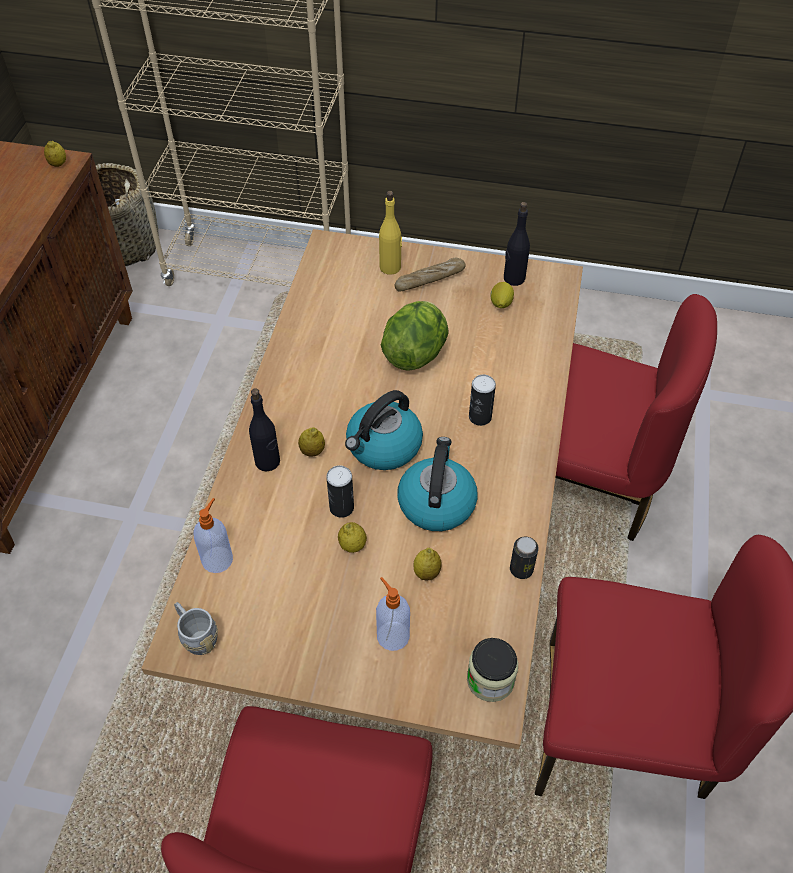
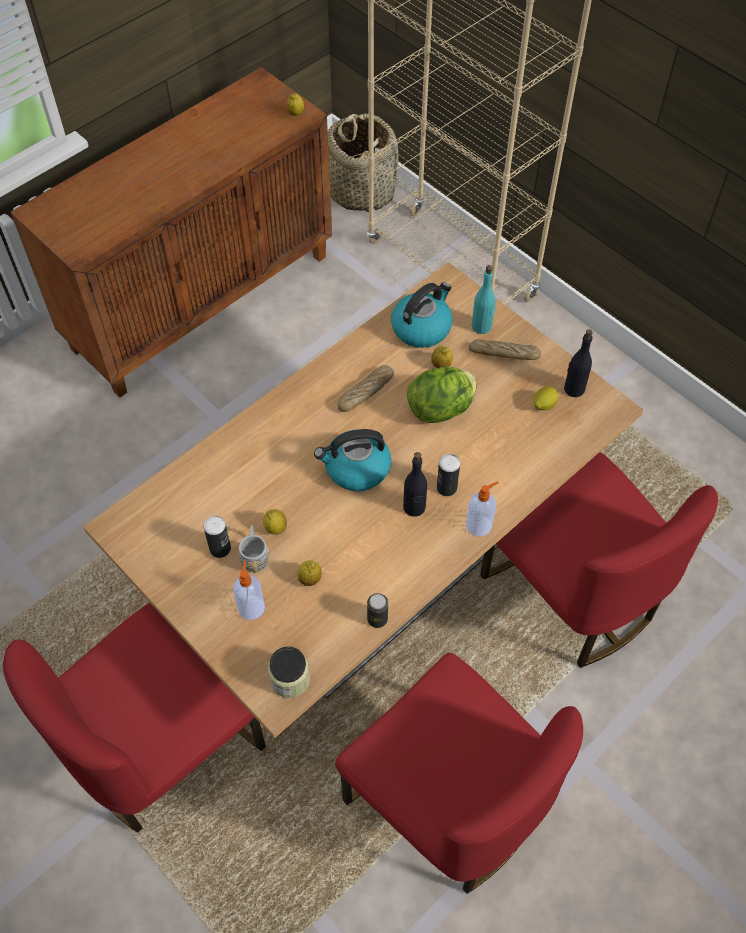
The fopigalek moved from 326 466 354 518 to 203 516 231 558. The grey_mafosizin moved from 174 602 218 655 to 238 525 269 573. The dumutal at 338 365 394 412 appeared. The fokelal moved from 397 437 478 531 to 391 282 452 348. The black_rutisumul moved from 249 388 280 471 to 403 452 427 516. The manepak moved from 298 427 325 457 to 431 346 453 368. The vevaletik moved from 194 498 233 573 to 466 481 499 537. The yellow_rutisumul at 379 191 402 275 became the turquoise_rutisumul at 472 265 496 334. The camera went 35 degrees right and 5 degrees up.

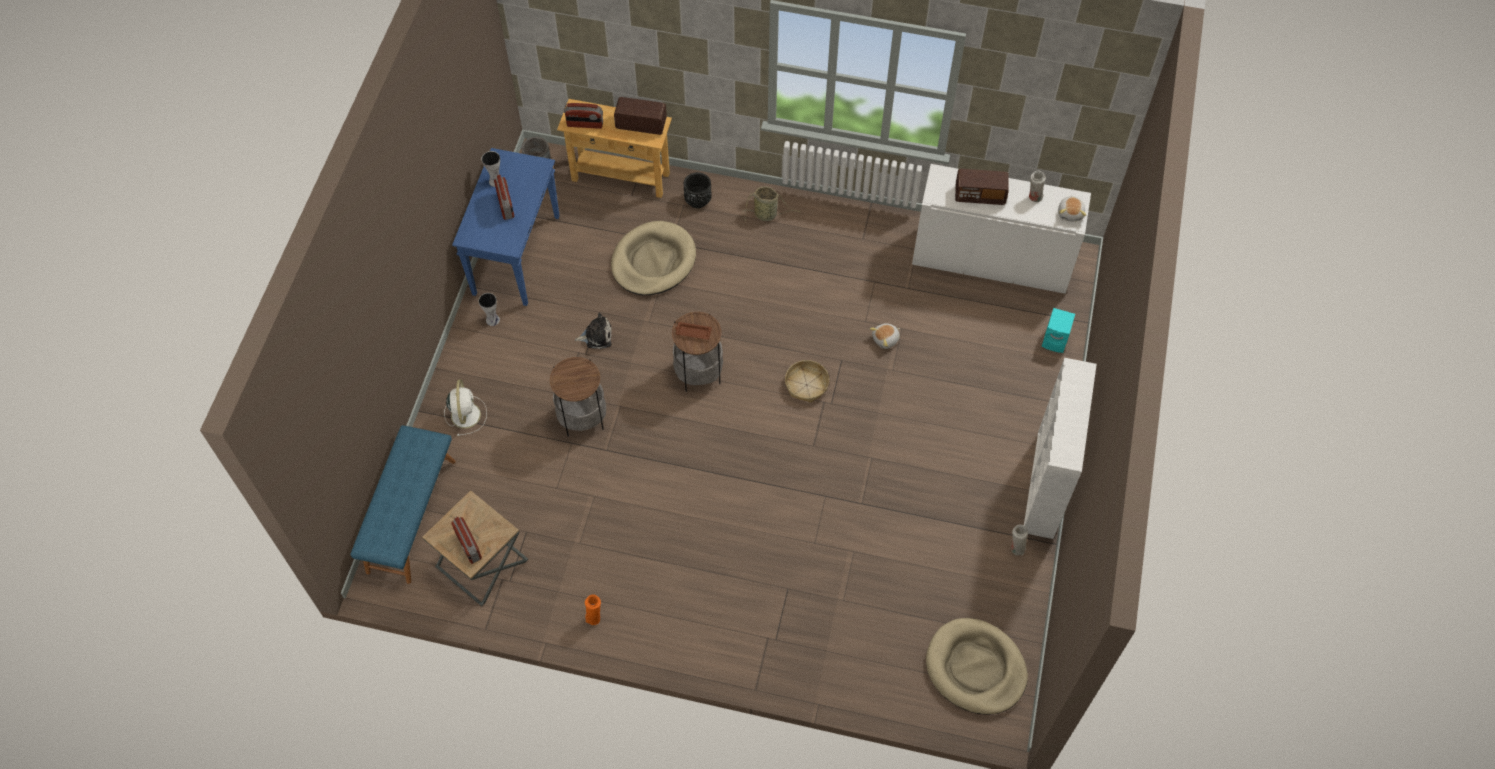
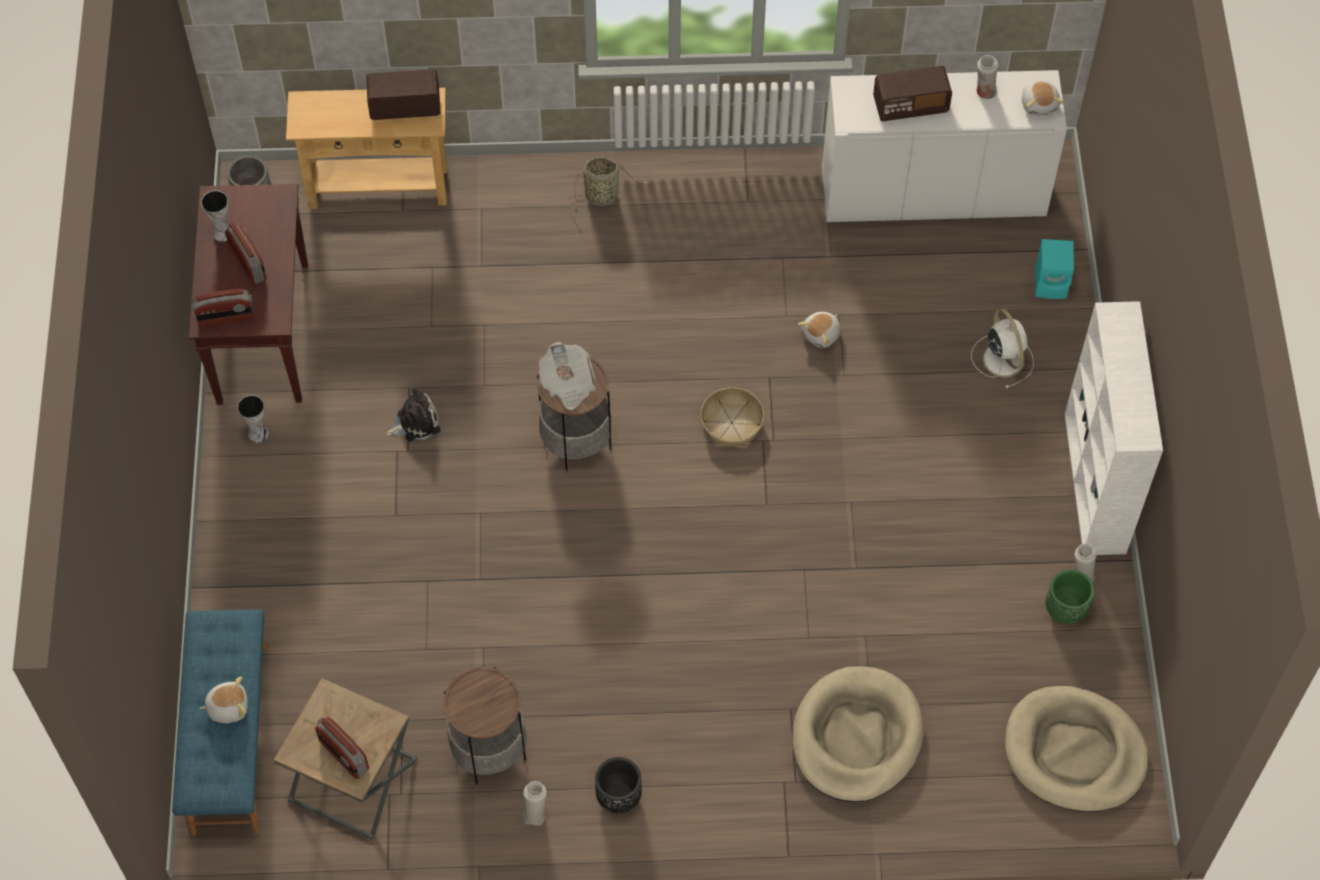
The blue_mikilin at 452 148 560 306 became the brown_mikilin at 189 184 308 405. The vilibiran moved from 564 103 603 129 to 191 289 254 329. The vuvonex at 199 676 248 723 appeared. The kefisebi moved from 550 357 606 437 to 444 667 527 785. The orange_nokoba at 585 595 601 626 became the white_nokoba at 523 781 547 826. The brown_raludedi at 675 322 712 340 was replaced by the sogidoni at 539 342 596 410. The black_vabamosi moved from 684 172 712 208 to 595 757 642 813. The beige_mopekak moved from 611 221 696 295 to 792 666 924 802. The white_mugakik moved from 444 379 487 436 to 971 308 1034 389. The green_vabamosi at 1046 569 1095 624 appeared. The camera went 15 degrees left and 0 degrees up.

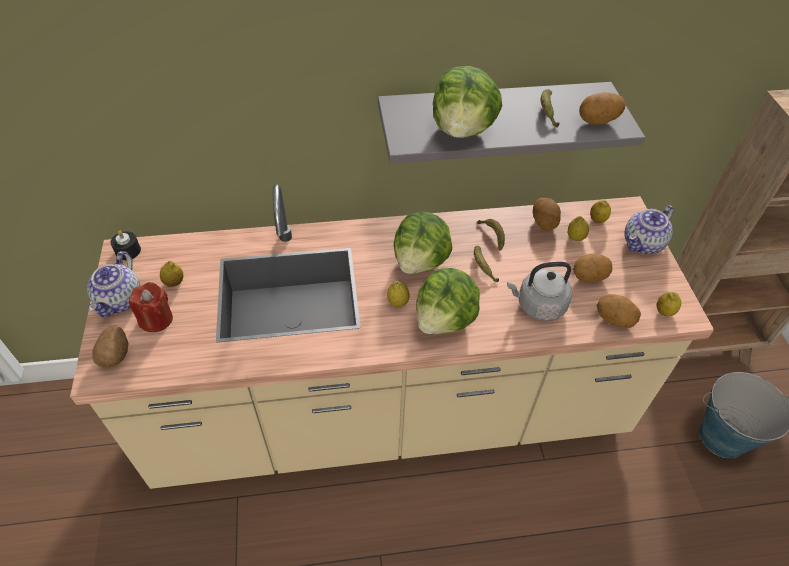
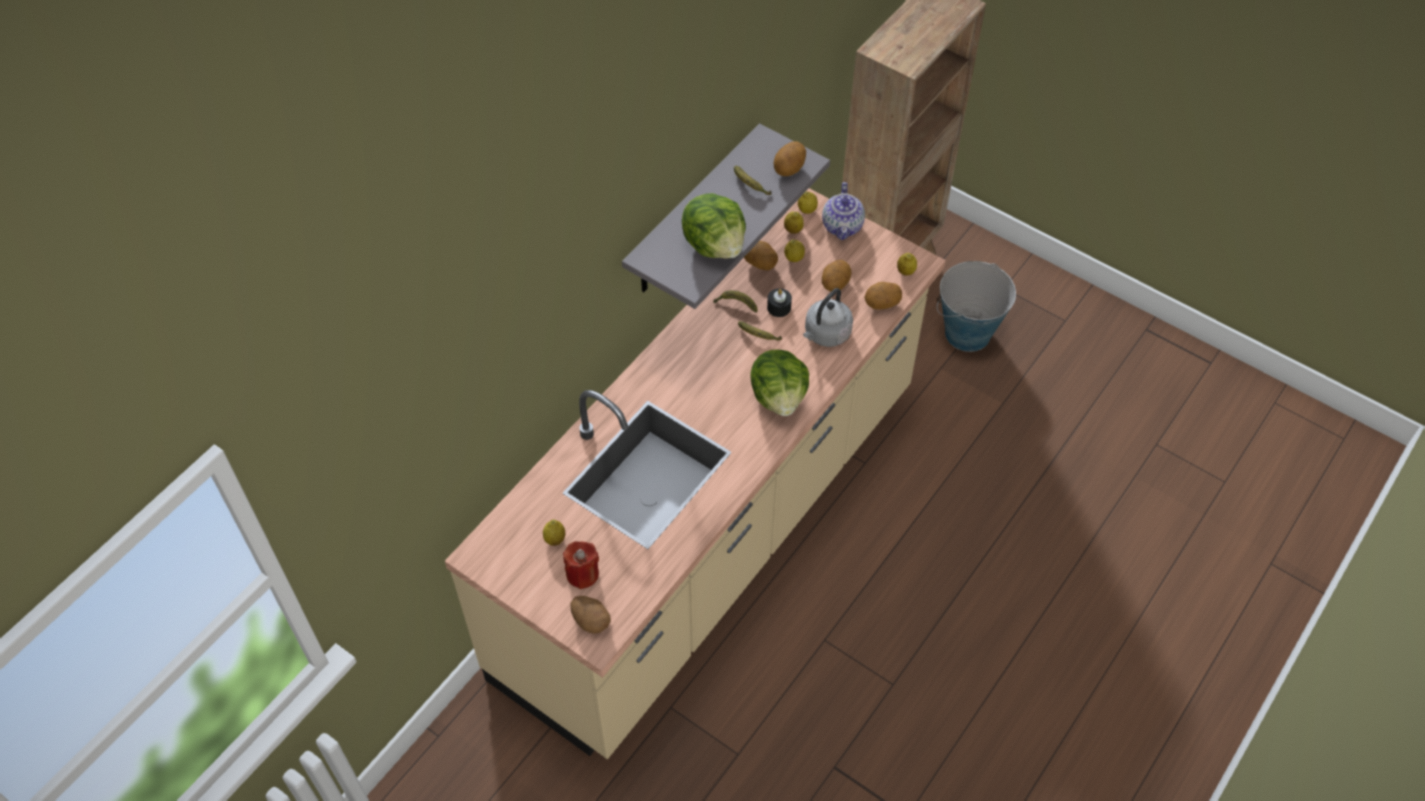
The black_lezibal moved from 111 231 141 260 to 767 288 792 317. The manepak moved from 387 281 410 307 to 798 191 818 214. The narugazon at 87 251 140 317 disappeared. The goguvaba at 394 211 452 274 disappeared. The camera went 45 degrees left and 5 degrees up.

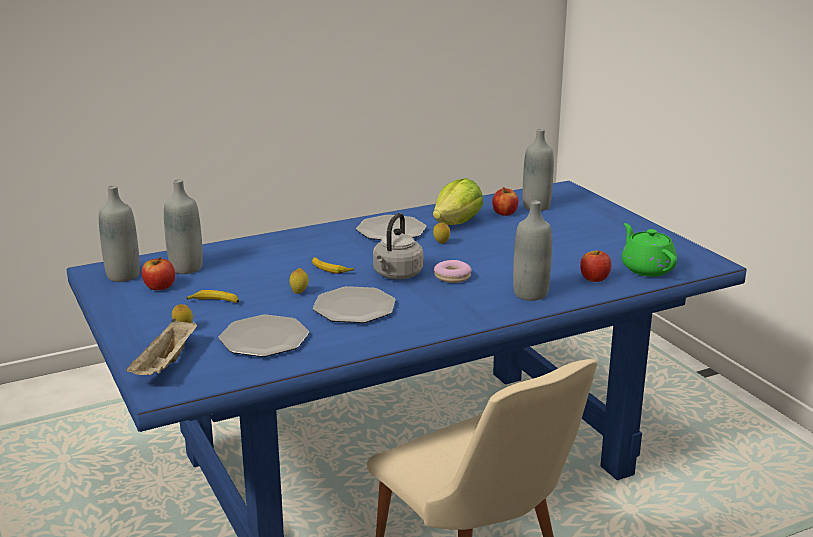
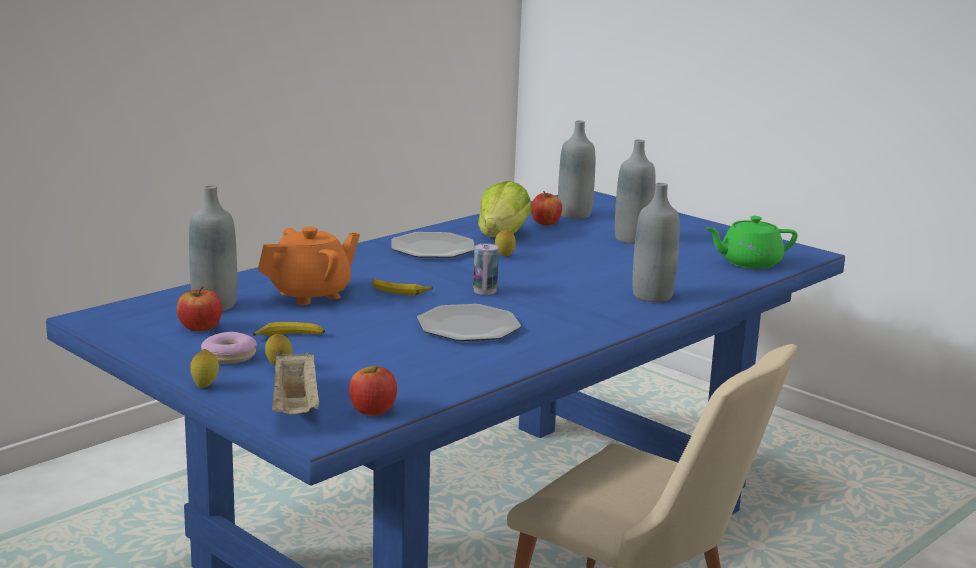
The manepak moved from 290 268 308 294 to 190 349 219 388. The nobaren moved from 434 260 472 283 to 201 332 257 364. The orange_narugazon at 258 227 360 305 appeared. The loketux moved from 580 251 611 282 to 349 366 397 416. The grey_fokelal at 373 213 423 279 was replaced by the fopigalek at 473 243 499 295. The grey_rutisumul moved from 99 185 140 282 to 615 139 655 244. The green_narugazon at 622 223 677 277 turned 60 degrees counterclockwise. The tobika at 219 314 309 357 disappeared. The camera went 20 degrees left and 5 degrees down.

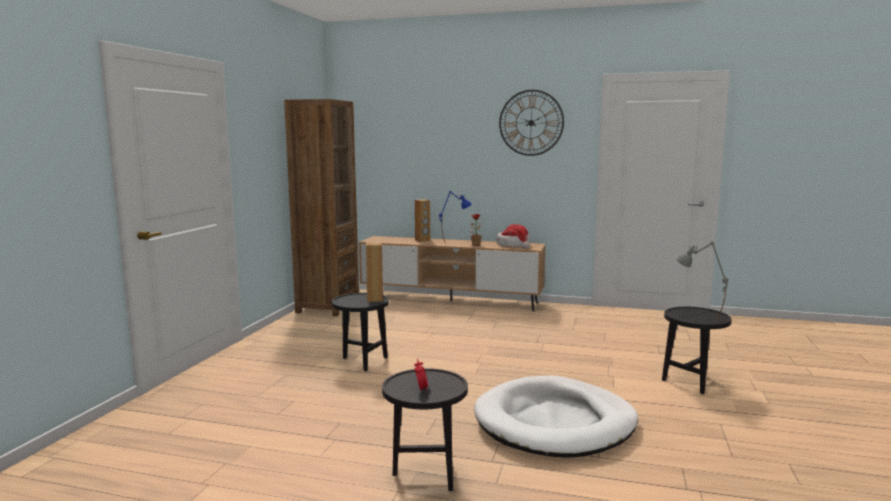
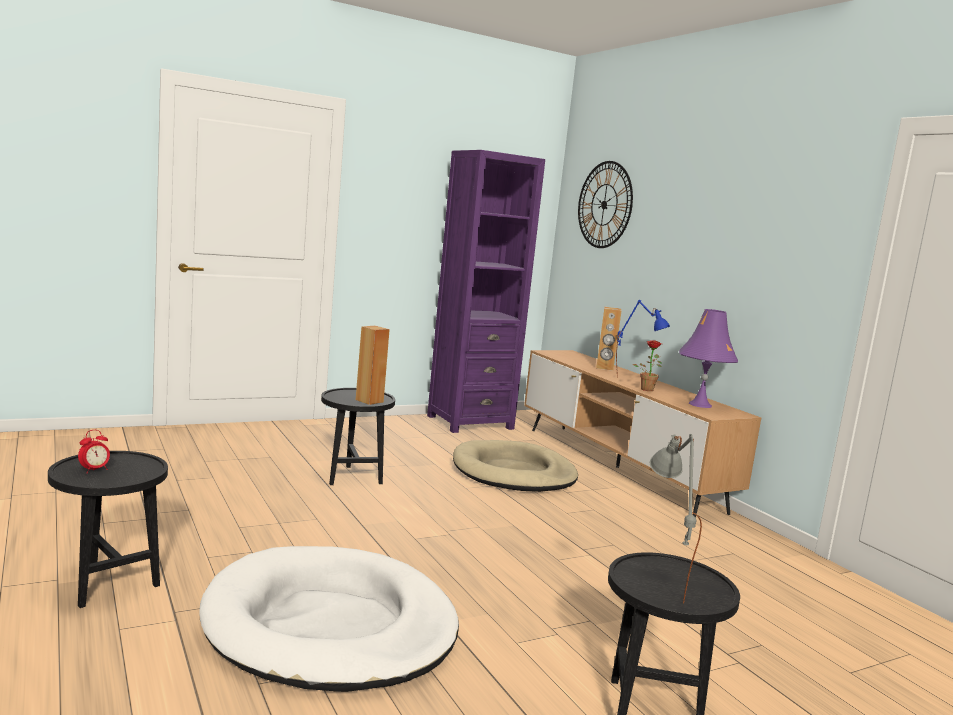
The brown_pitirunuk at 284 99 359 317 became the purple_pitirunuk at 427 150 545 433. The beige_mopekak at 453 440 578 492 appeared. The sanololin moved from 499 90 564 156 to 578 161 633 248. The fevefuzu at 497 224 530 249 was replaced by the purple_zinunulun at 679 309 738 408. The camera went 45 degrees right and 0 degrees up.

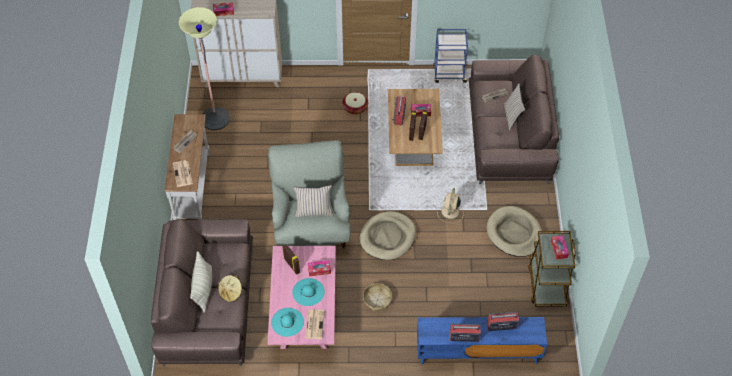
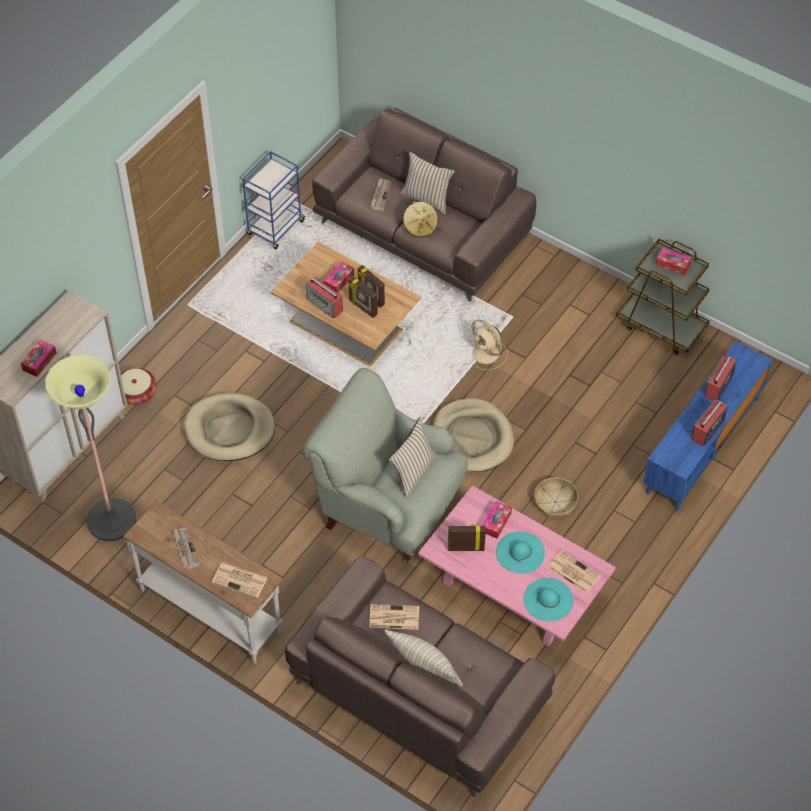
The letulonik moved from 342 92 368 115 to 121 368 157 405. The beige_mopekak moved from 487 206 543 257 to 184 393 275 461. The sogidoni at 369 604 419 630 appeared. The beige_fevefuzu moved from 218 275 242 302 to 403 201 438 237. The camera went 55 degrees left and 0 degrees up.

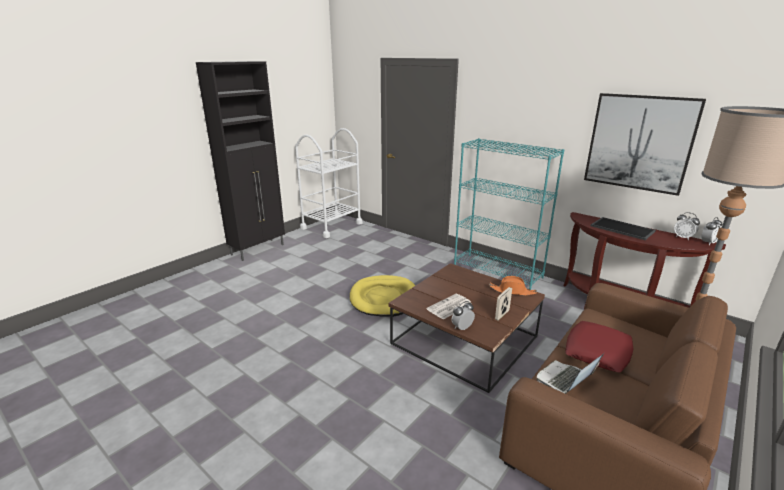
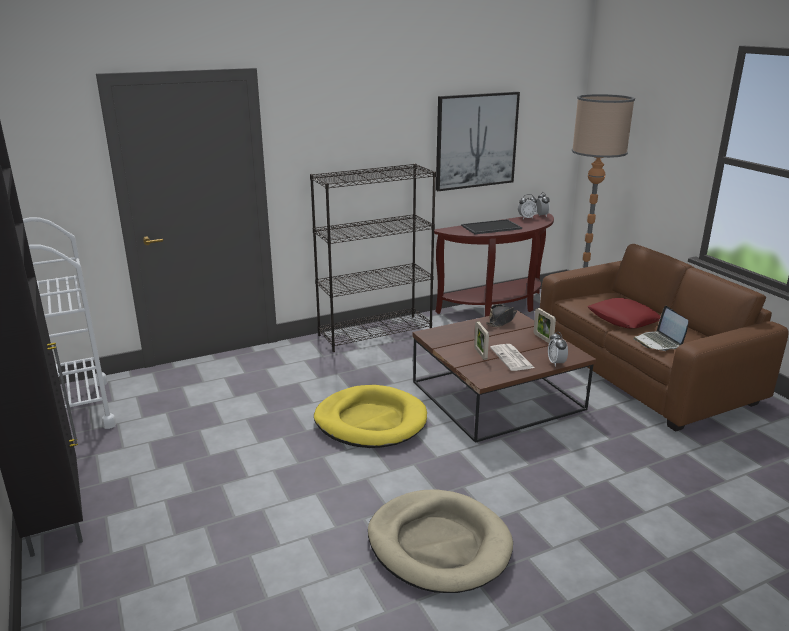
The turquoise_pitirunuk at 454 138 564 290 became the black_pitirunuk at 310 163 436 352. The beige_mopekak at 368 489 513 593 appeared. The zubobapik at 474 321 489 360 appeared. The orange_fevefuzu at 489 276 537 295 became the black_fevefuzu at 486 304 517 327. The camera went 65 degrees left and 0 degrees up.

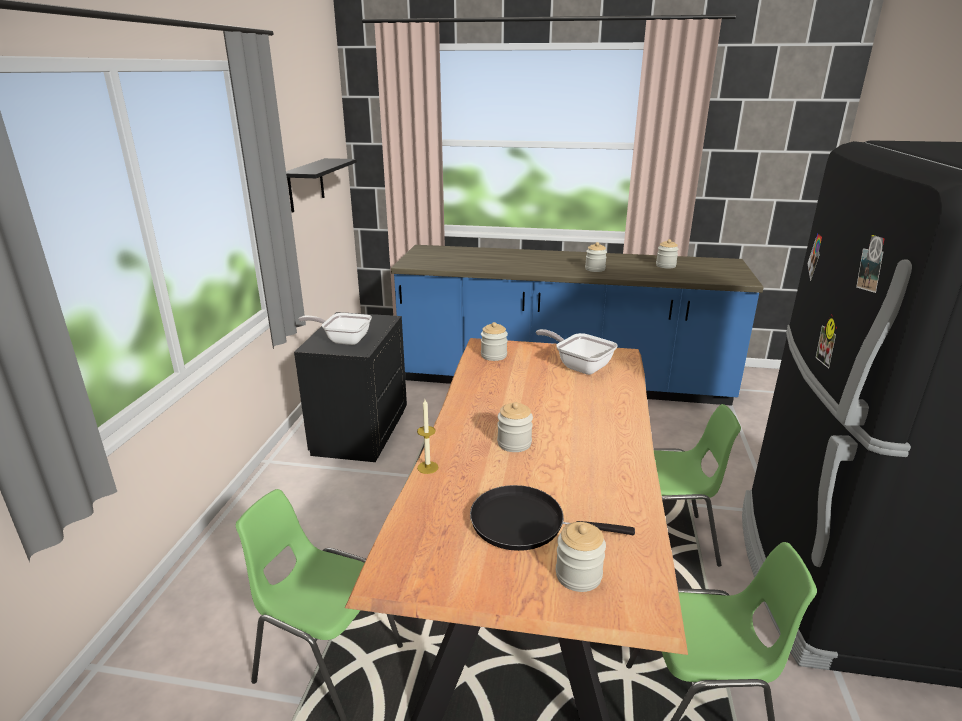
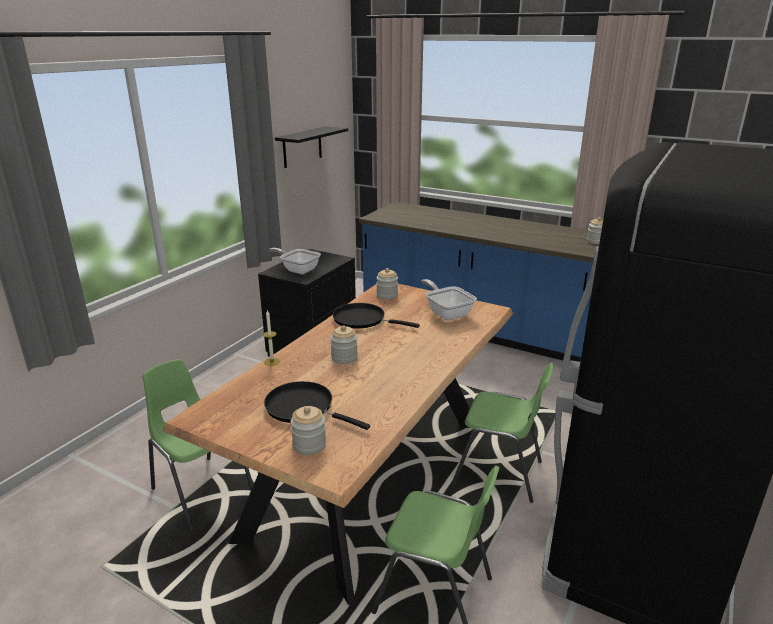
The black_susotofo at 333 303 420 329 appeared. The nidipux at 585 242 607 272 disappeared. The camera went 20 degrees right and 0 degrees up.

